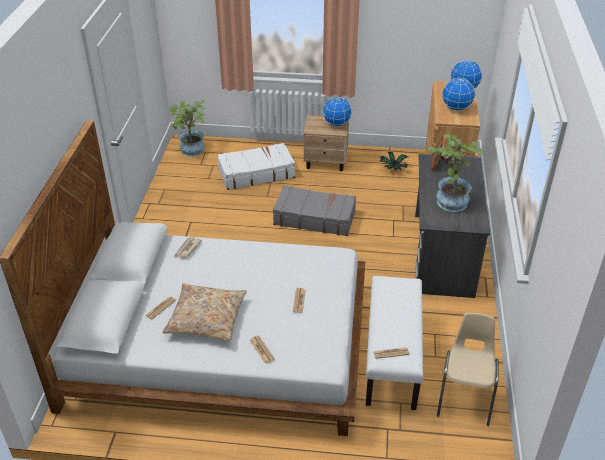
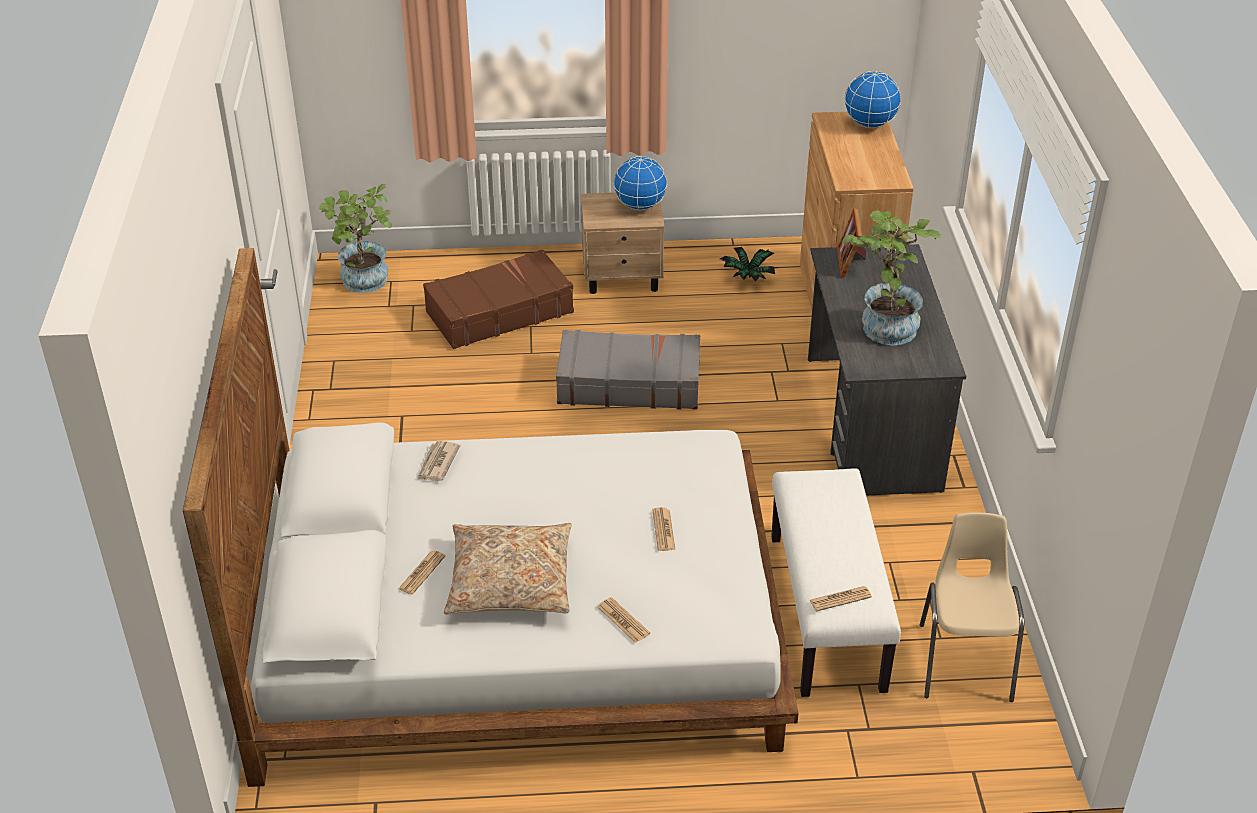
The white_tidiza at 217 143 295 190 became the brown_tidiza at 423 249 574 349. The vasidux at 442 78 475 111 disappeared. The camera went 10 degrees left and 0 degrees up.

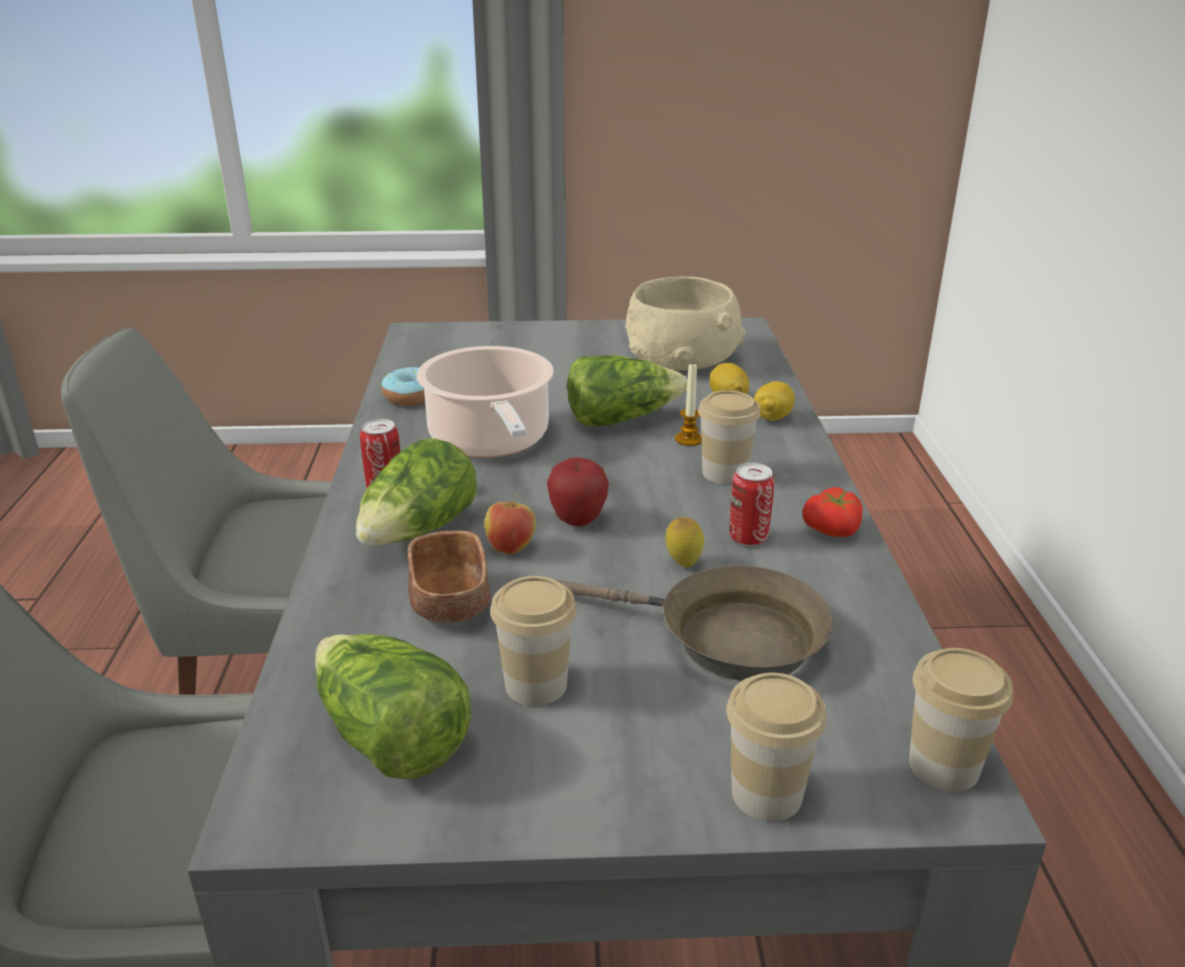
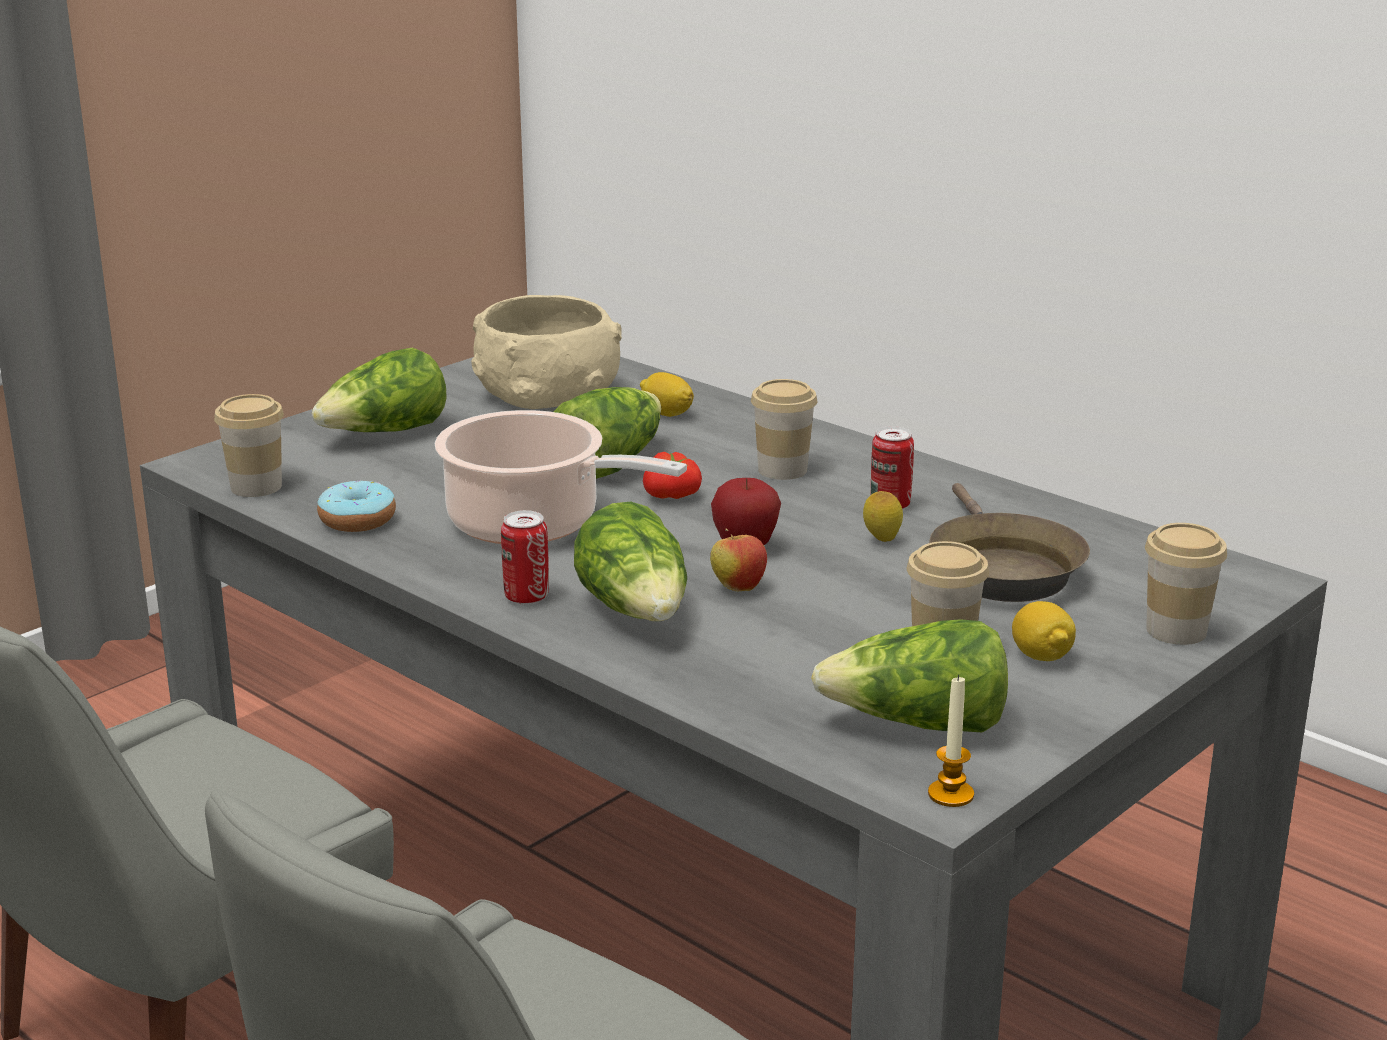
The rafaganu moved from 909 648 1013 792 to 214 394 284 497. The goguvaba at 312 347 447 432 appeared. The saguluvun moved from 802 487 863 537 to 643 452 702 499. The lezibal moved from 675 364 702 446 to 928 675 974 807. The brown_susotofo at 556 566 833 681 turned 105 degrees clockwise. The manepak moved from 754 381 795 421 to 1012 601 1076 661. The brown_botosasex at 407 531 490 623 disappeared. The camera went 45 degrees left and 5 degrees down.

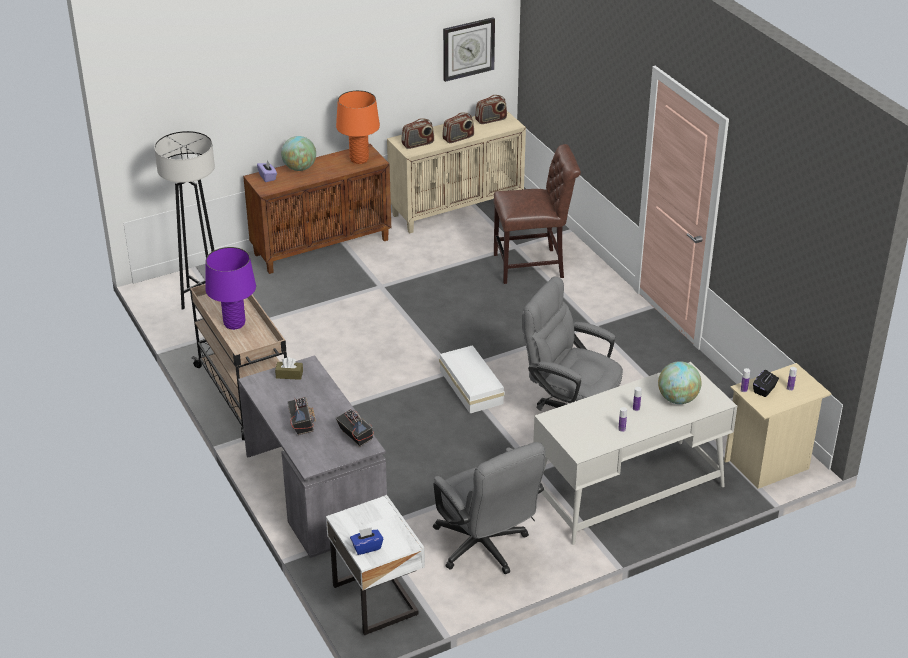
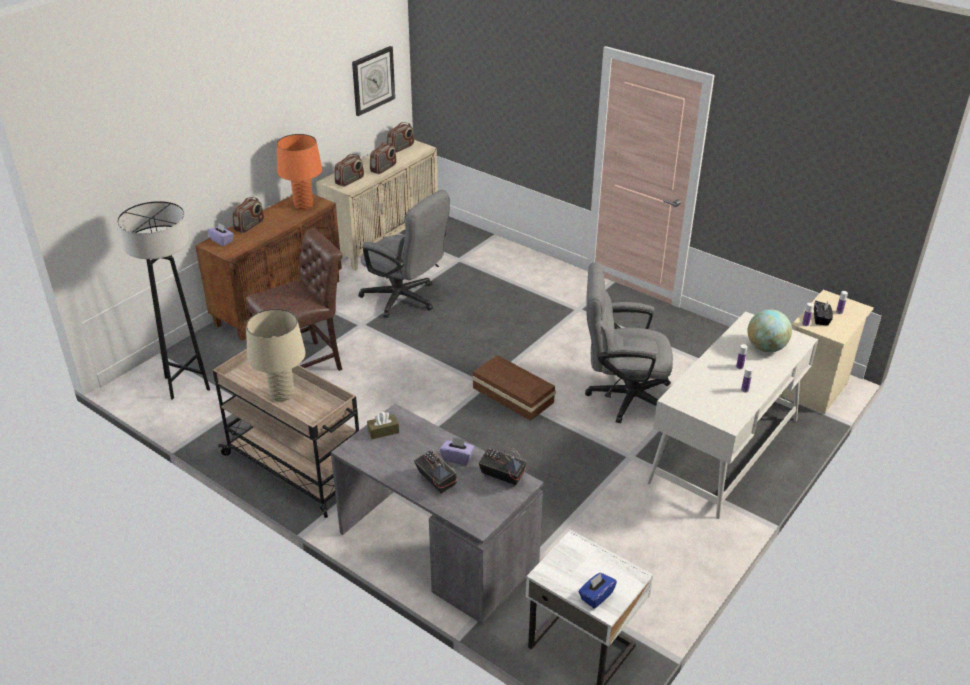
The vasidux at 281 136 316 171 was replaced by the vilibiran at 232 197 264 233. The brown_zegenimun moved from 494 144 581 284 to 246 228 343 371. The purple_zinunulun at 205 247 256 330 became the beige_zinunulun at 246 309 306 402. The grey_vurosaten moved from 433 442 546 574 to 359 190 450 318. The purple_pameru at 440 437 475 465 appeared. The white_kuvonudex at 439 345 505 413 became the brown_kuvonudex at 472 355 556 421. The camera went 25 degrees left and 0 degrees up.

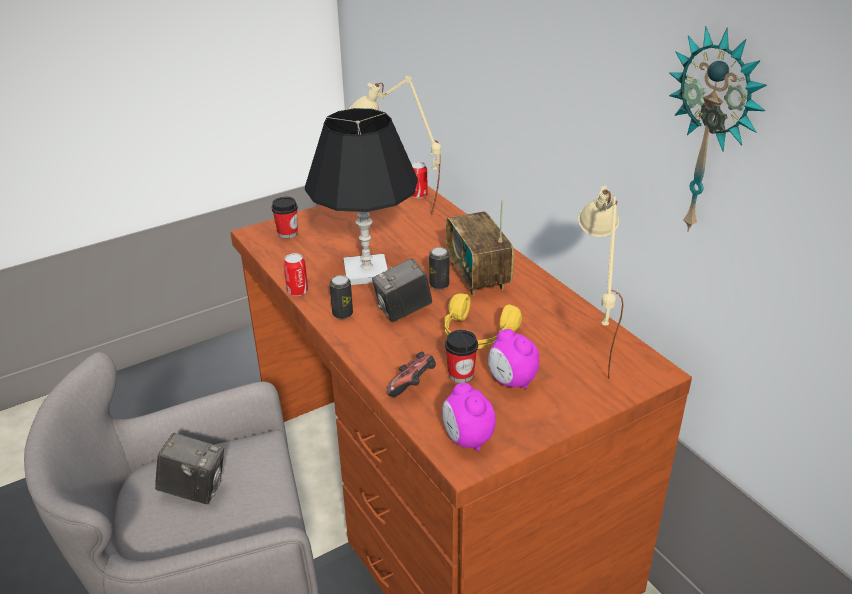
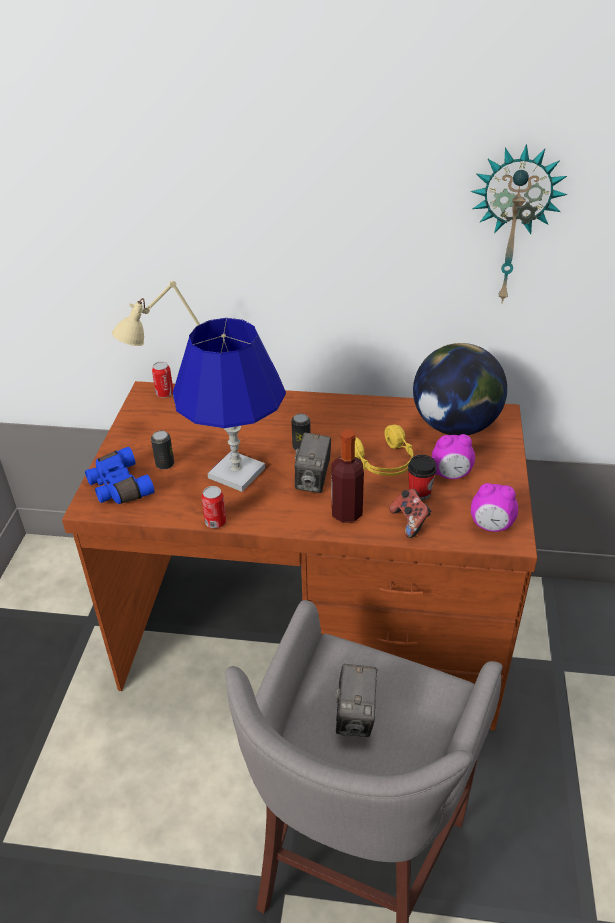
The rafaganu at 272 197 298 239 was replaced by the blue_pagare at 85 447 154 504. The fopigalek moved from 329 275 353 319 to 151 430 174 470. The black_zinunulun at 305 108 418 285 became the blue_zinunulun at 173 318 286 492. The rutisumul at 331 430 364 523 appeared. The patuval at 155 433 224 504 turned 135 degrees clockwise. The beige_zinunulun at 578 186 624 379 was replaced by the vasidux at 413 343 507 435. The vilibiran at 446 200 514 296 disappeared. The camera went 50 degrees left and 5 degrees up.

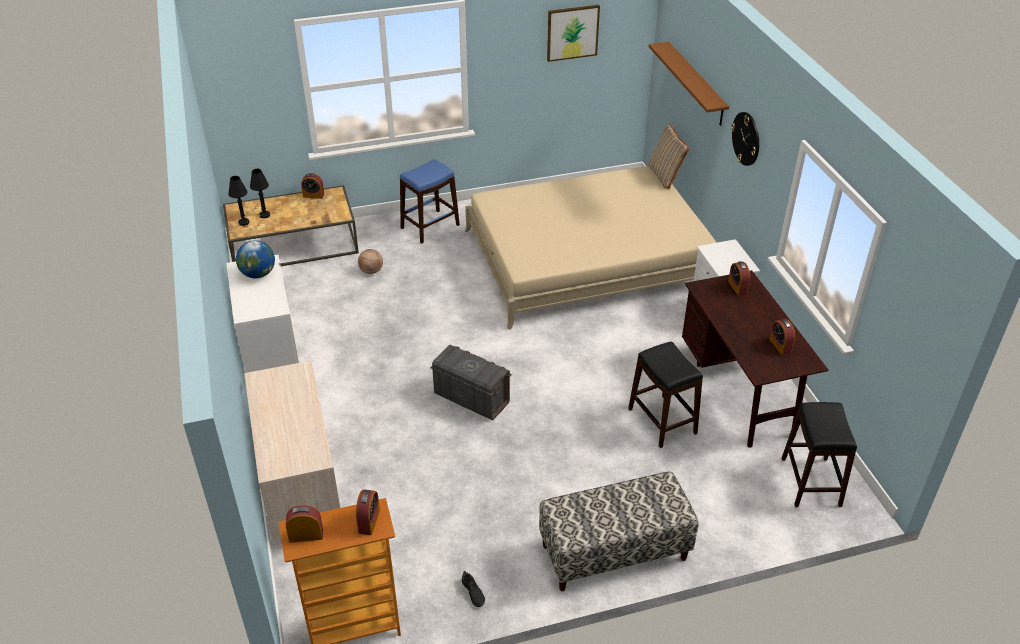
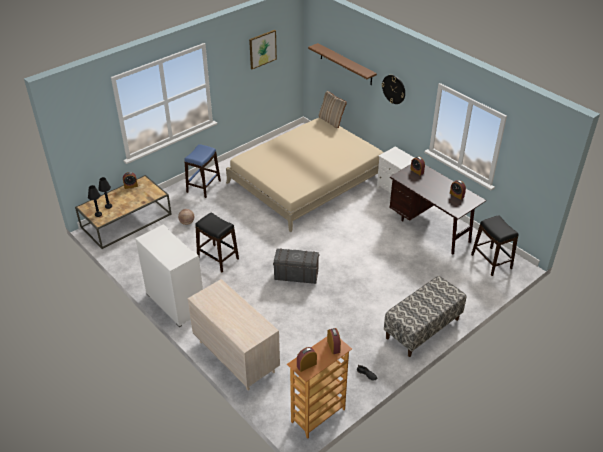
The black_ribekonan moved from 628 342 703 448 to 195 213 239 272. The vasidux at 236 240 275 278 disappeared. The camera went 25 degrees left and 0 degrees up.

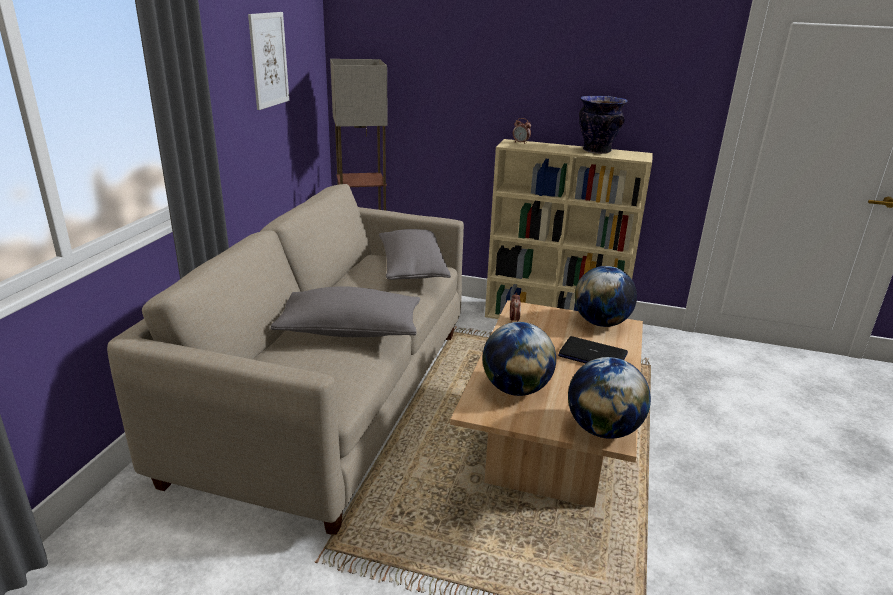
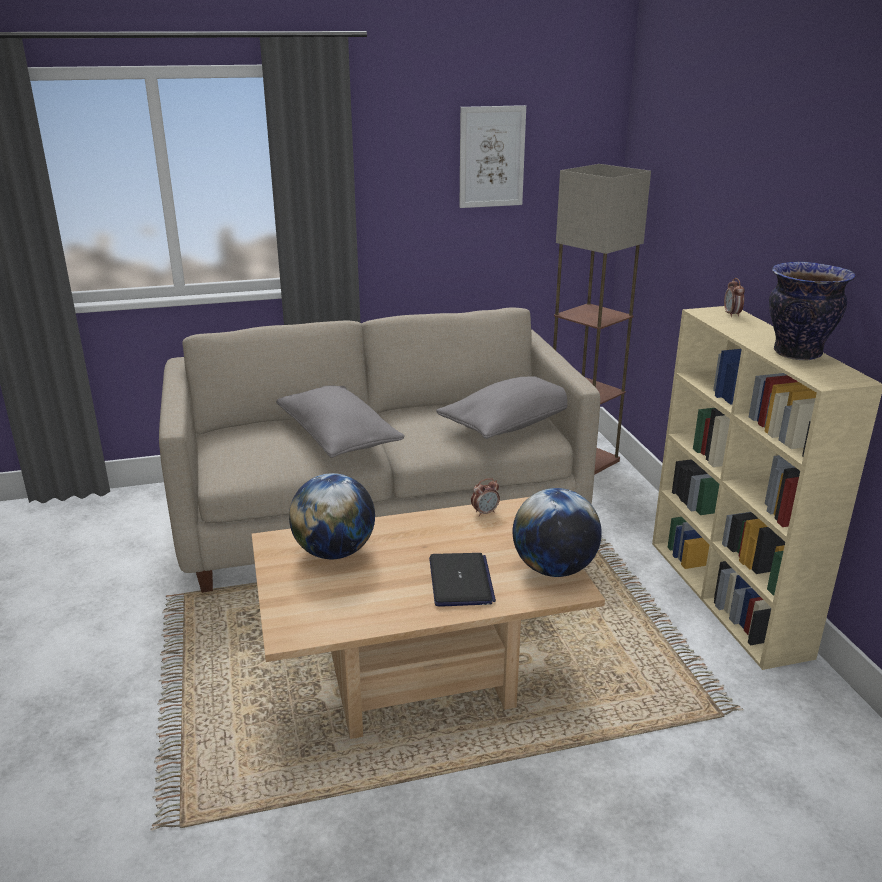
The vasidux at 568 357 651 439 disappeared. The camera went 60 degrees right and 0 degrees up.

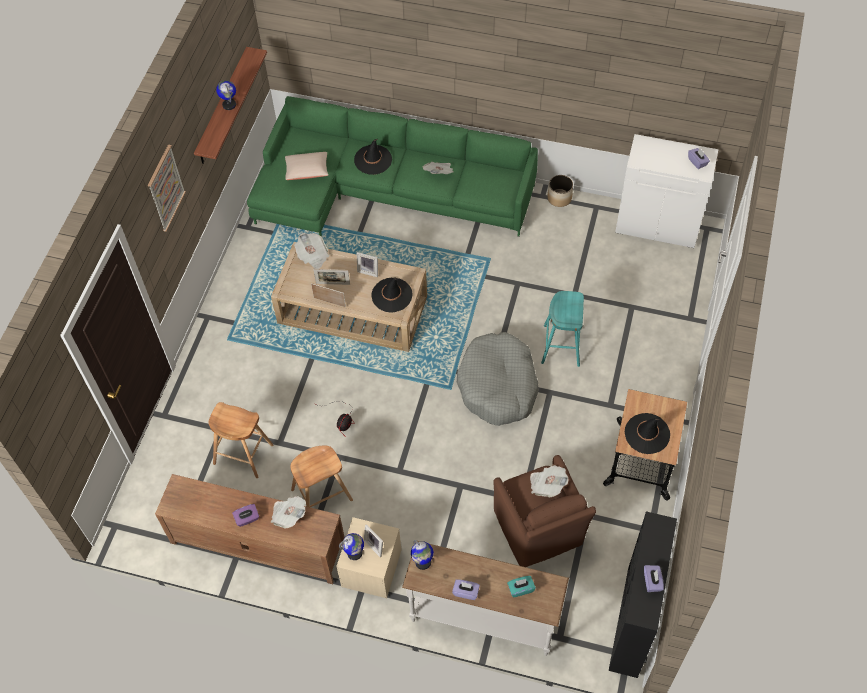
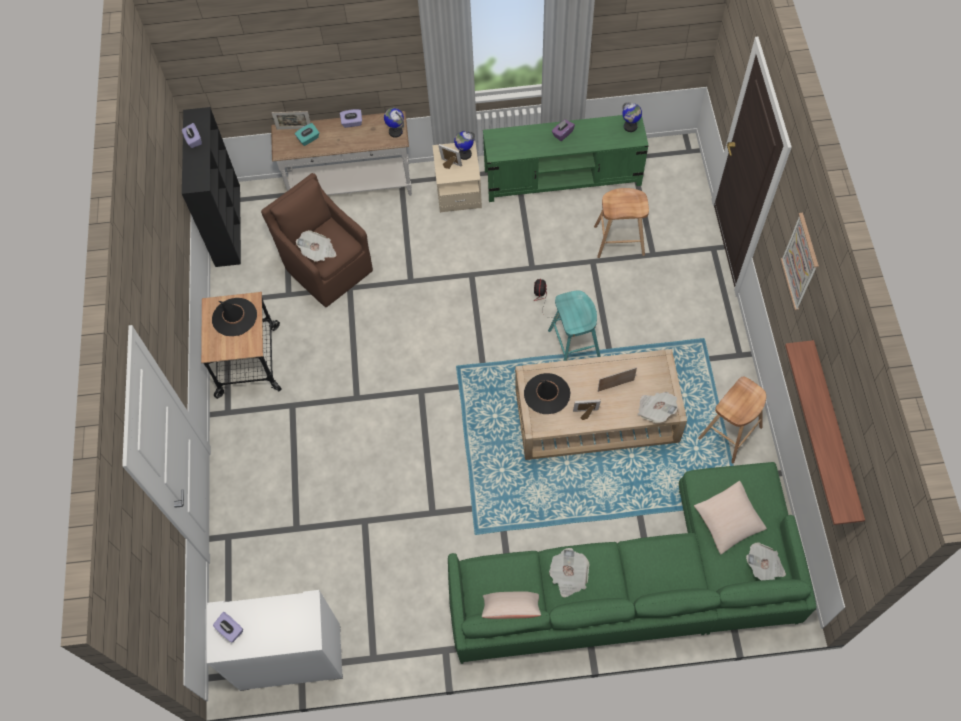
The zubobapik moved from 311 283 346 307 to 272 111 311 130. The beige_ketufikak at 482 591 541 619 appeared. The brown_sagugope at 155 474 345 584 became the green_sagugope at 483 115 649 202. The turquoise_ribekonan moved from 541 291 584 367 to 548 290 601 361. The vasidux moved from 216 80 236 110 to 622 102 642 132. The brown_ribekonan moved from 290 445 353 507 to 698 377 766 464. The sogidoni moved from 271 496 306 528 to 746 542 786 580. The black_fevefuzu at 354 139 392 175 disappeared. The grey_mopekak at 457 332 539 426 disappeared. The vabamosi at 547 175 573 207 disappeared. The camera went 160 degrees right and 5 degrees up.

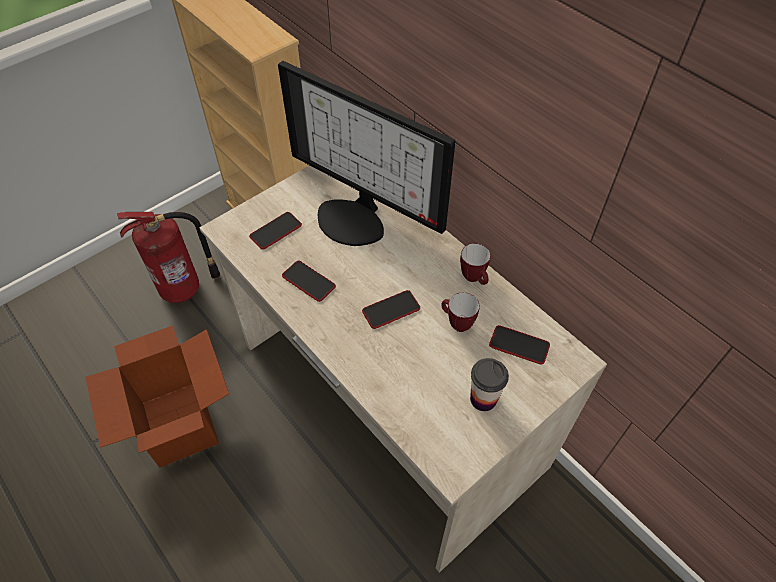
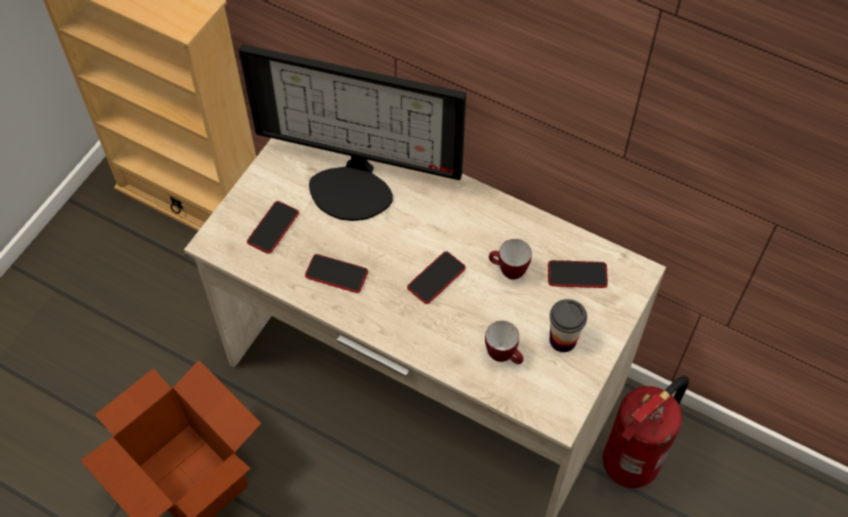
The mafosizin moved from 460 243 491 285 to 485 321 524 364. The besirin moved from 117 212 221 303 to 603 376 689 488. The camera went 20 degrees left and 5 degrees up.

